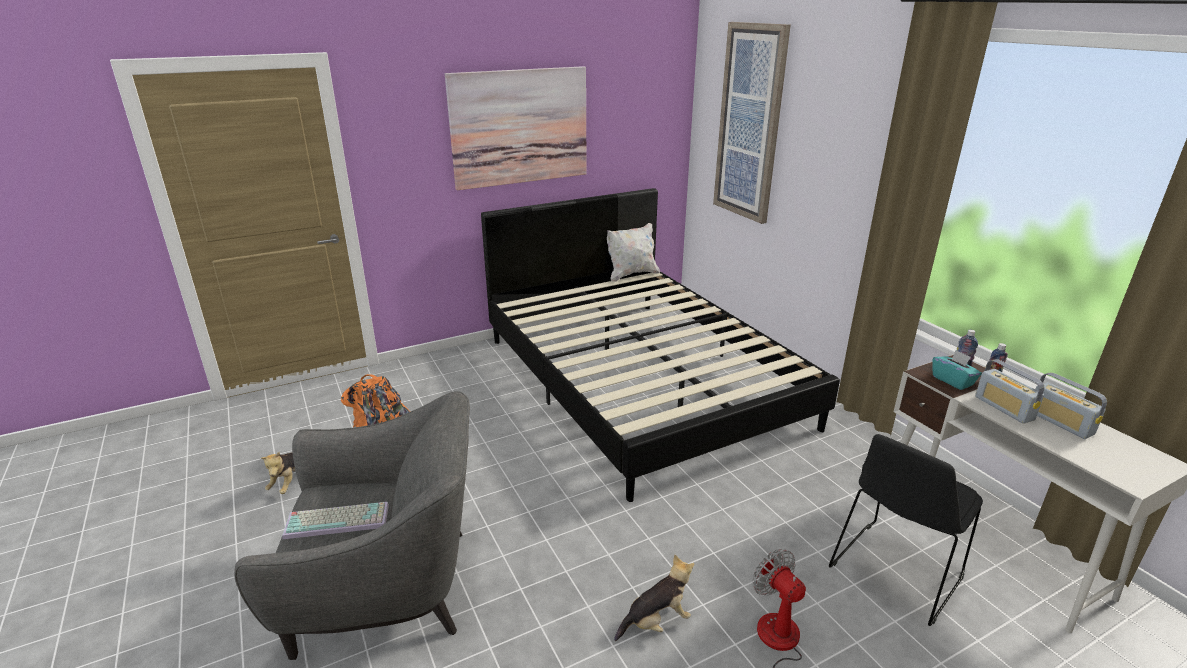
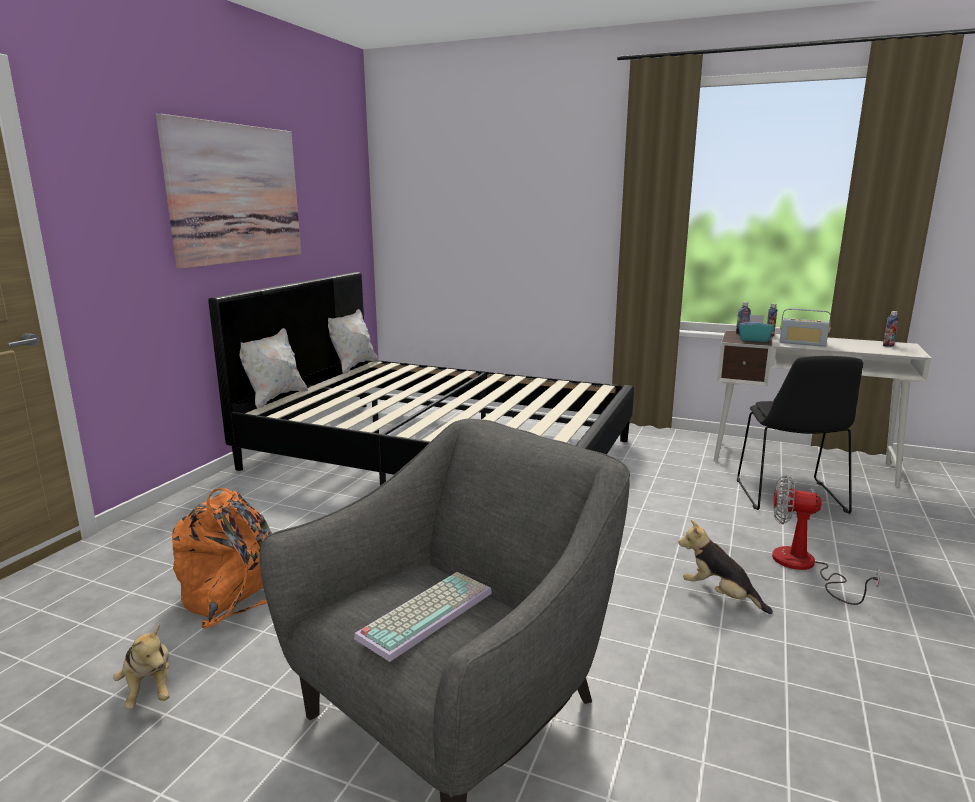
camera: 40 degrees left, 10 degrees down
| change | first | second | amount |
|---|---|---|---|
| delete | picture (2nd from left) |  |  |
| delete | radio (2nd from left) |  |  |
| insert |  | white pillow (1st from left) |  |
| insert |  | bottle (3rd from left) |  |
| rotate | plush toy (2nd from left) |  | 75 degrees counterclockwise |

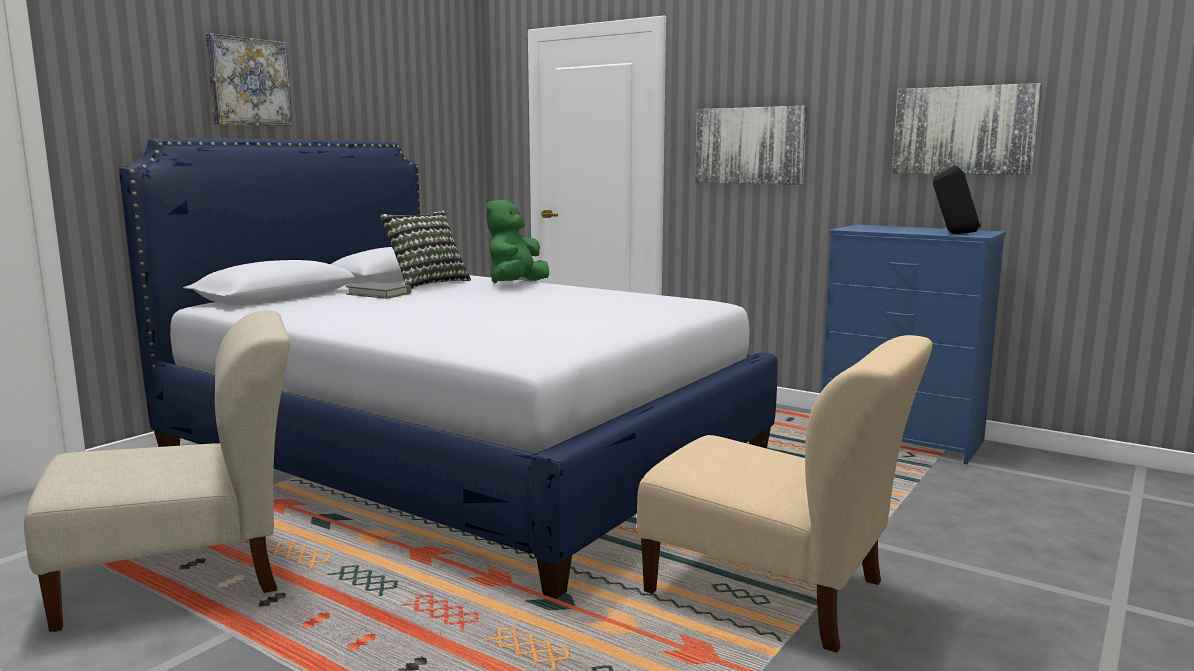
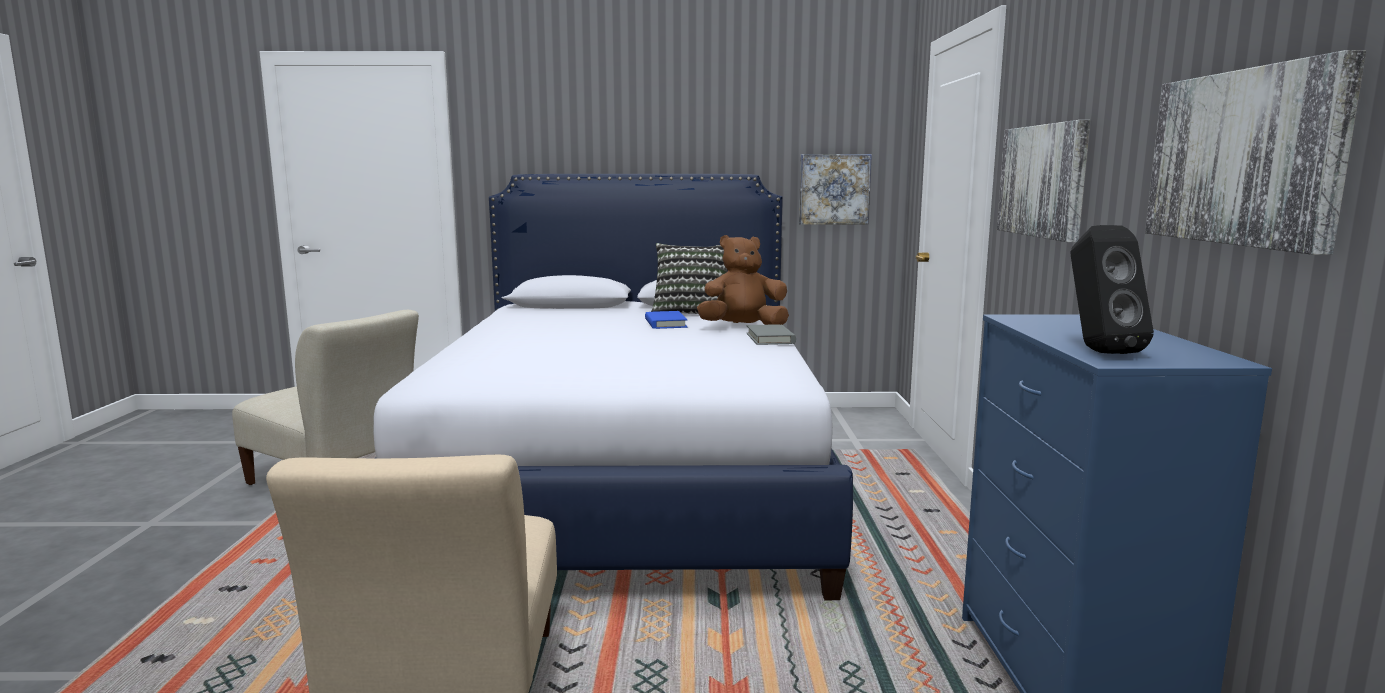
camera: 55 degrees right, 0 degrees up
| change | first | second | amount |
|---|---|---|---|
| insert |  | blue book |  |
| move | picture (1st from left) |  |  |
| move | grey book |  |  |
| recolor | green plush toy | brown plush toy |  |

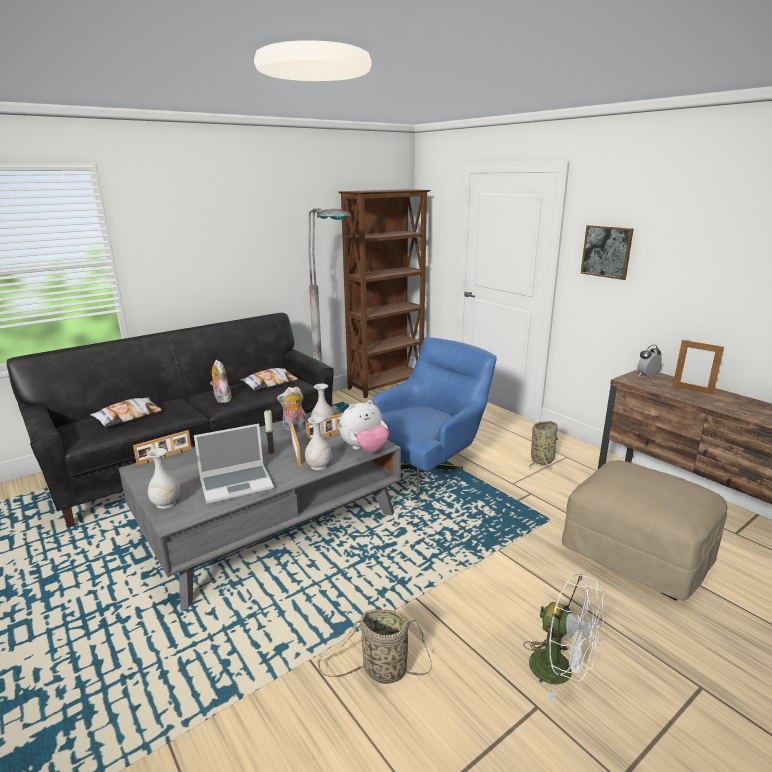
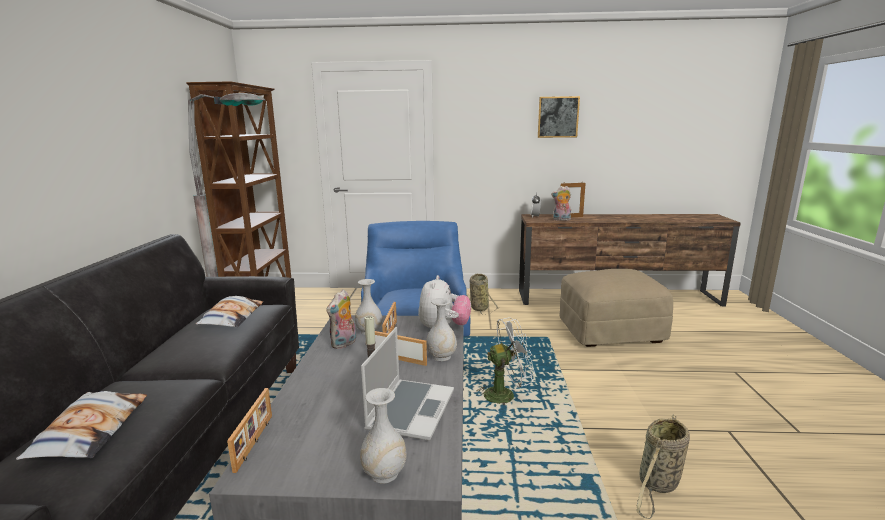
camera: 50 degrees left, 5 degrees down
| change | first | second | amount |
|---|---|---|---|
| move | plush toy (1st from left in the first image) | plush toy (3rd from left) |  |
| move | white fan |  |  |
| move | picture |  |  |

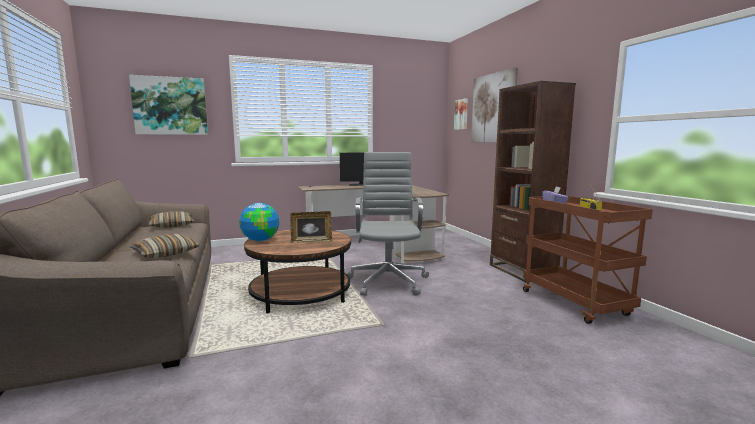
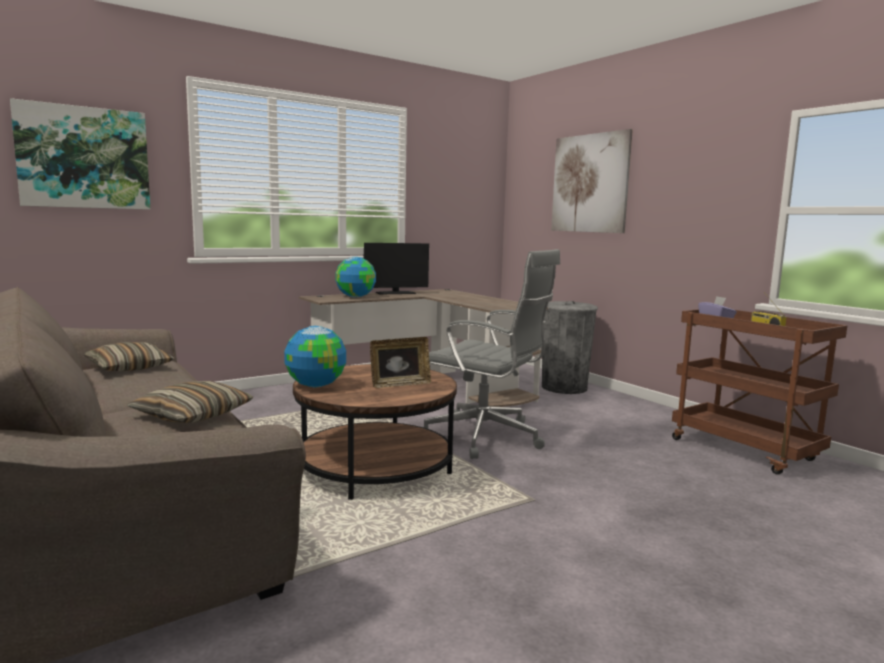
camera: 15 degrees left, 0 degrees up
| change | first | second | amount |
|---|---|---|---|
| delete | picture (2nd from left) |  |  |
| delete | brown bookcase |  |  |
| insert |  | globe (2nd from left) |  |
| insert |  | grey trash can |  |
| rotate | grey office chair |  | 135 degrees clockwise |

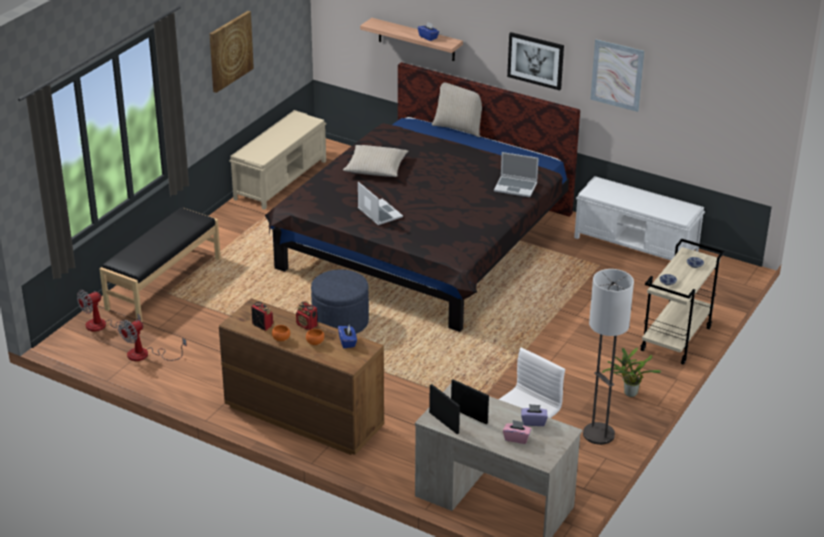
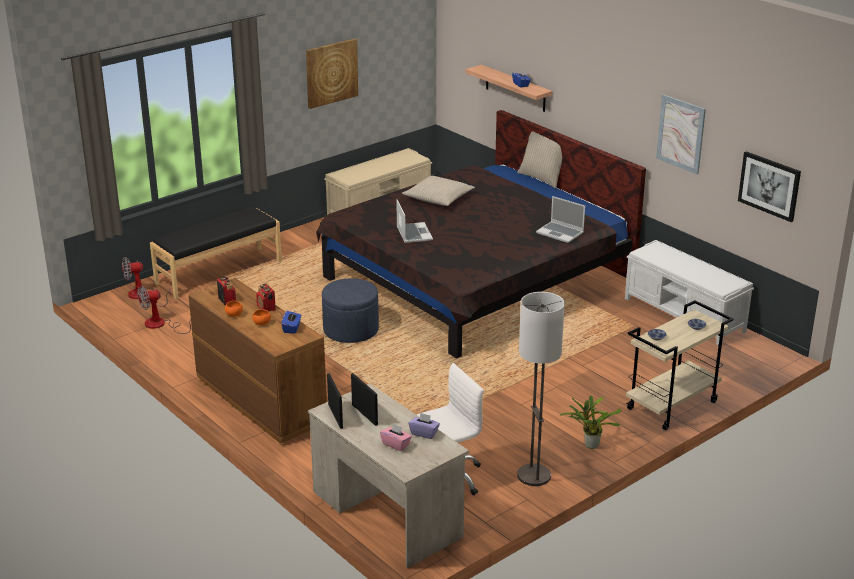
camera: 20 degrees right, 5 degrees down
| change | first | second | amount |
|---|---|---|---|
| move | picture (2nd from left in the first image) | picture (3rd from left) |  |

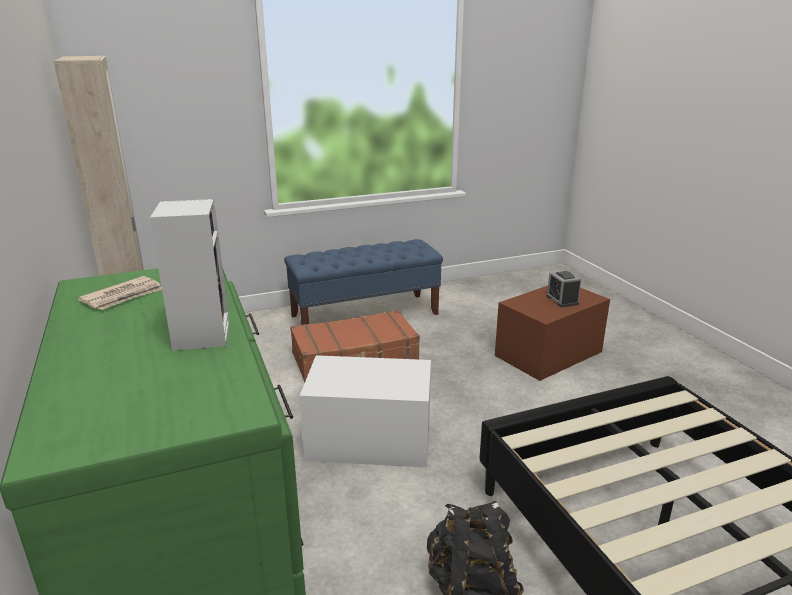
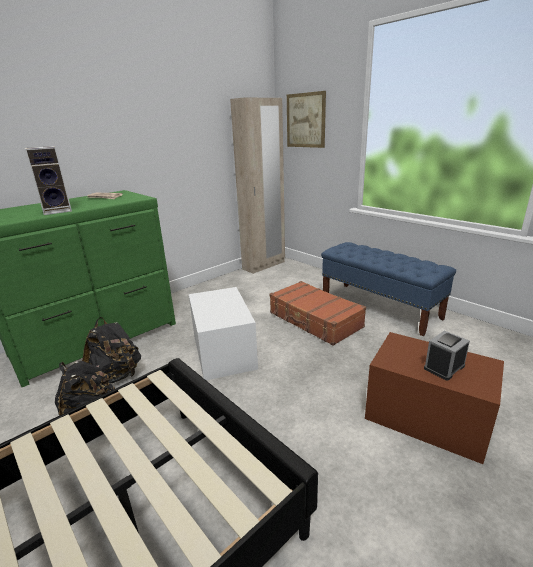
camera: 70 degrees right, 0 degrees up
| change | first | second | amount |
|---|---|---|---|
| insert |  | black backpack (2nd from left) |  |
| insert |  | picture |  |

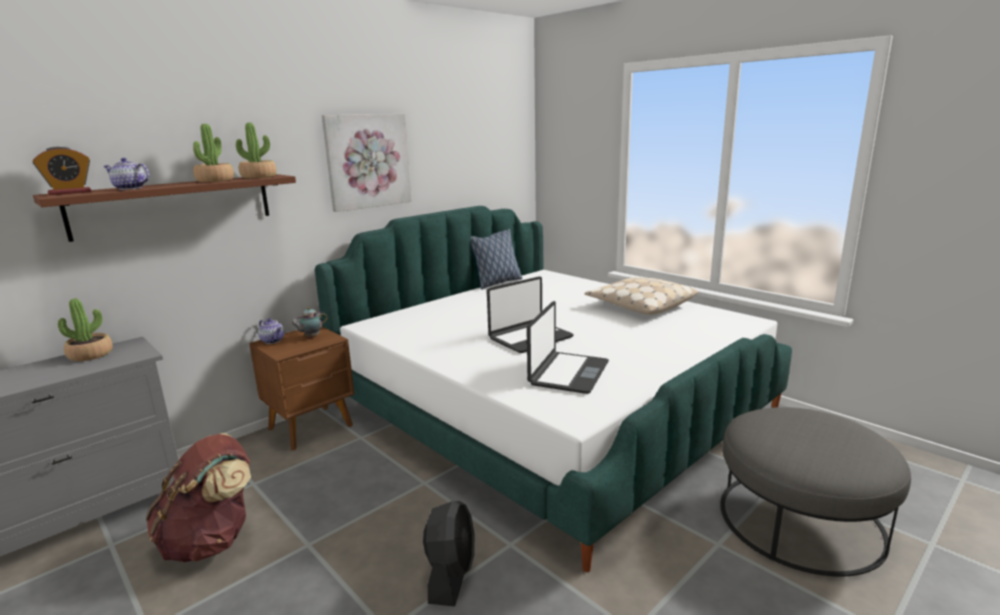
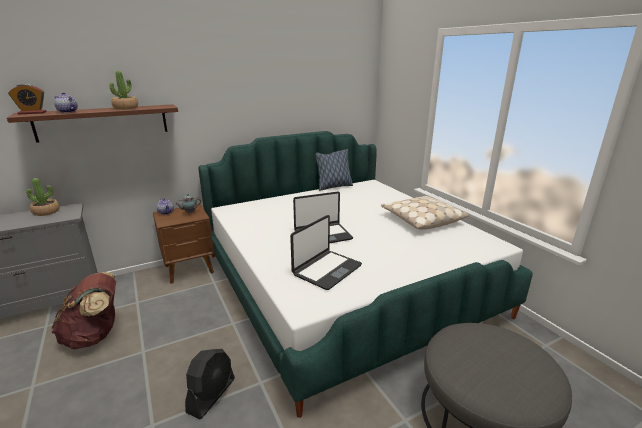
camera: 15 degrees right, 5 degrees up
| change | first | second | amount |
|---|---|---|---|
| delete | potted plant (3rd from left) |  |  |
| delete | picture |  |  |

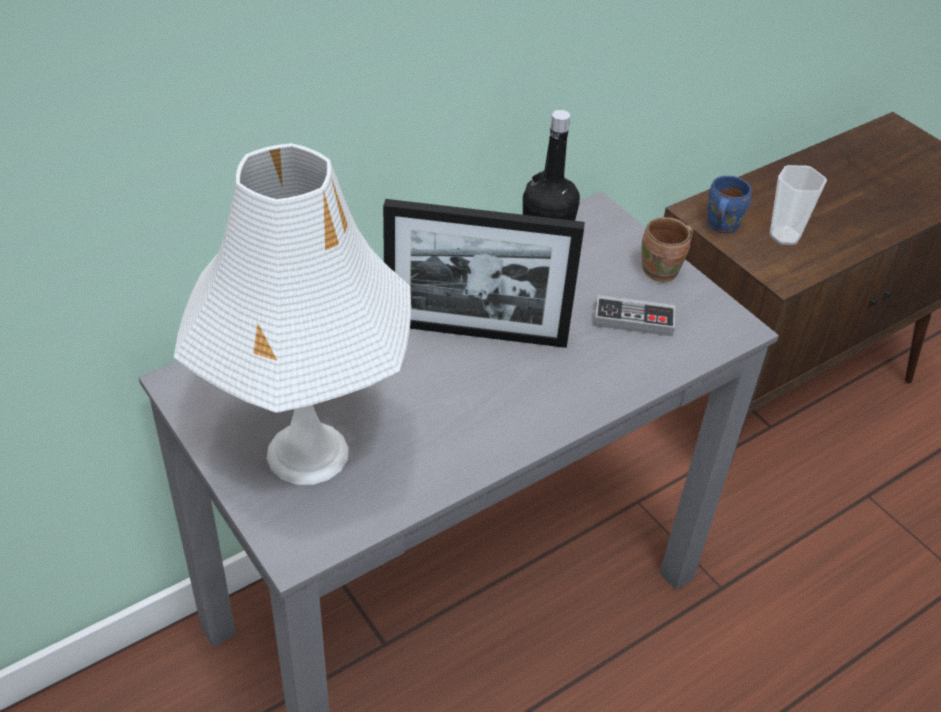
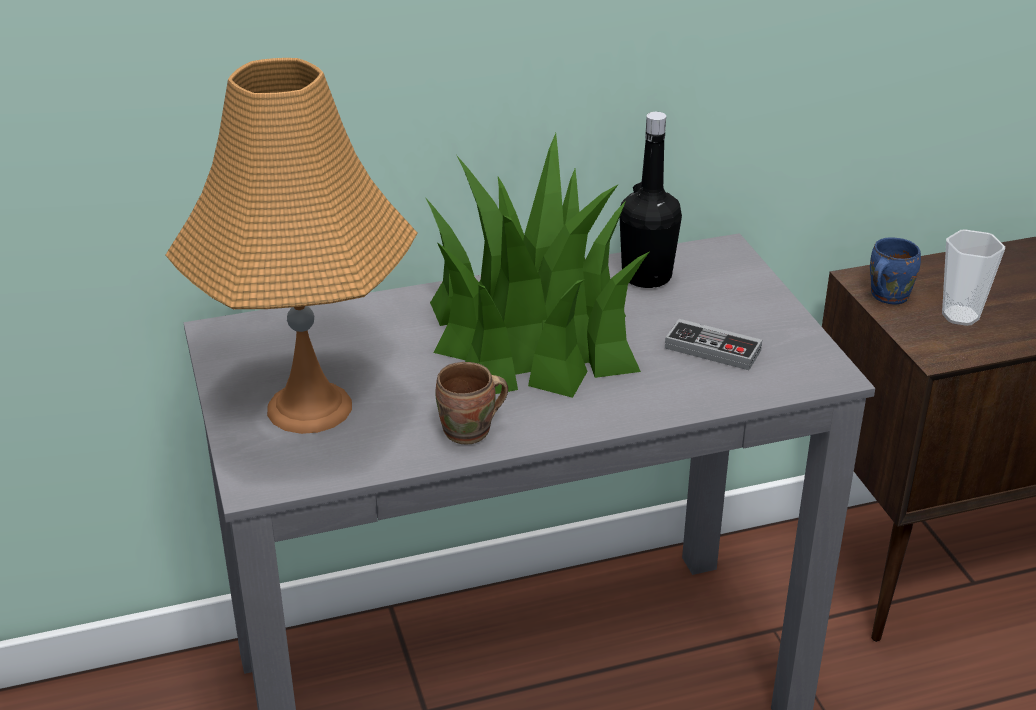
camera: 20 degrees right, 10 degrees down
| change | first | second | amount |
|---|---|---|---|
| move | brown mug |  |  |
| replace | picture frame | potted plant |  |
| recolor | white table lamp | orange table lamp |  |

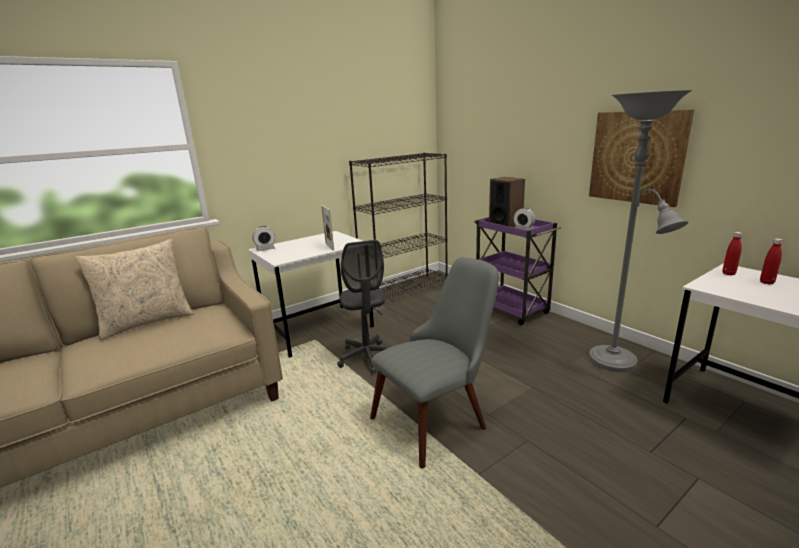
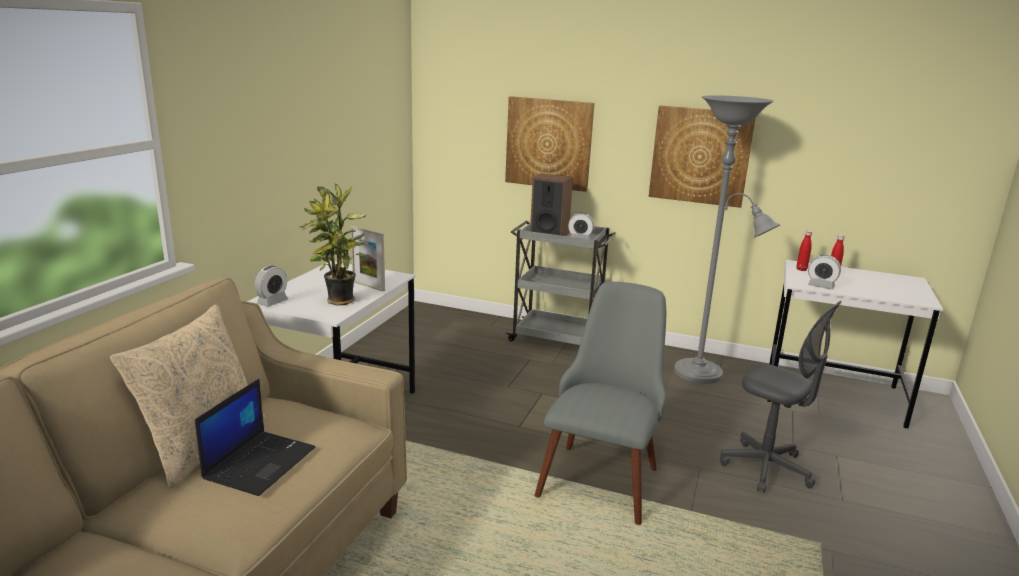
camera: 35 degrees left, 0 degrees up
| change | first | second | amount |
|---|---|---|---|
| delete | black bookcase |  |  |
| insert |  | laptop |  |
| insert |  | potted plant |  |
| insert |  | picture (1st from left) |  |
| insert |  | alarm clock (3rd from left) |  |
| move | grey office chair |  |  |
| recolor | purple cart | grey cart |  |

